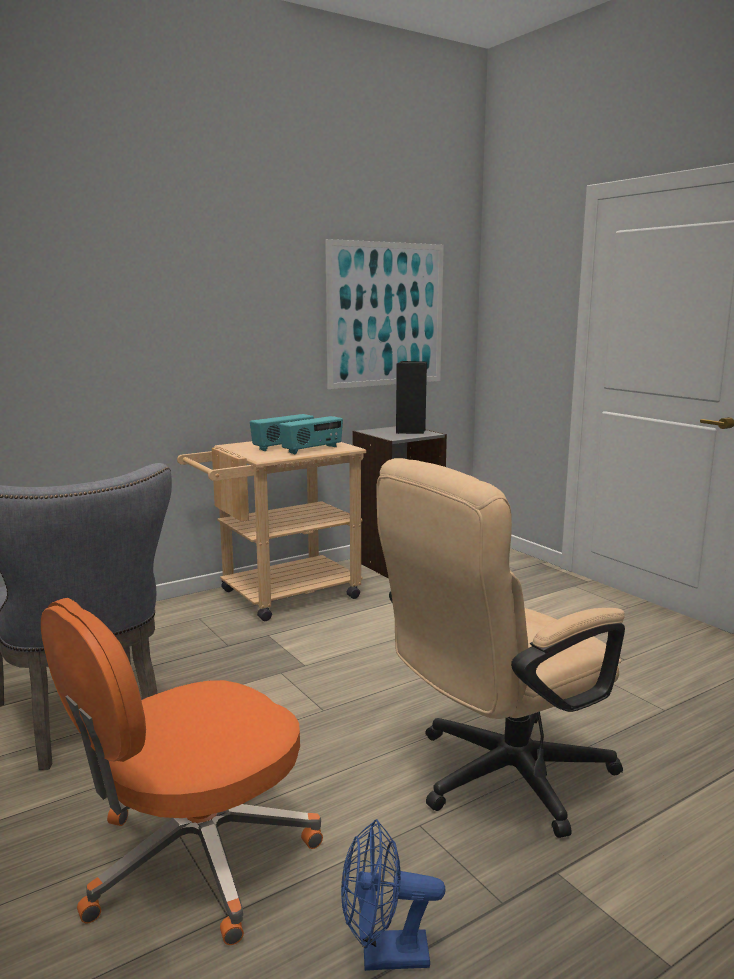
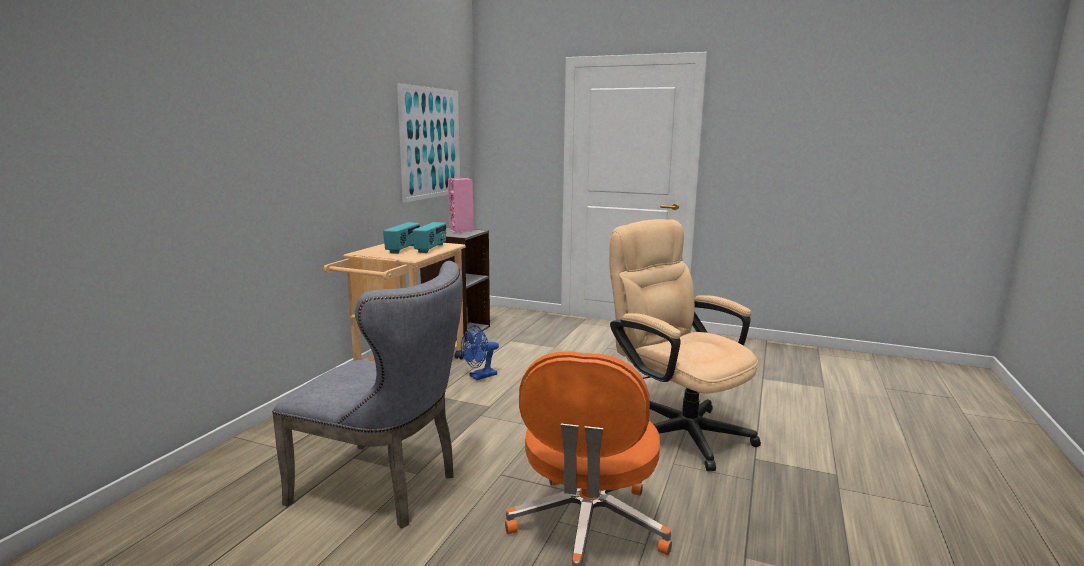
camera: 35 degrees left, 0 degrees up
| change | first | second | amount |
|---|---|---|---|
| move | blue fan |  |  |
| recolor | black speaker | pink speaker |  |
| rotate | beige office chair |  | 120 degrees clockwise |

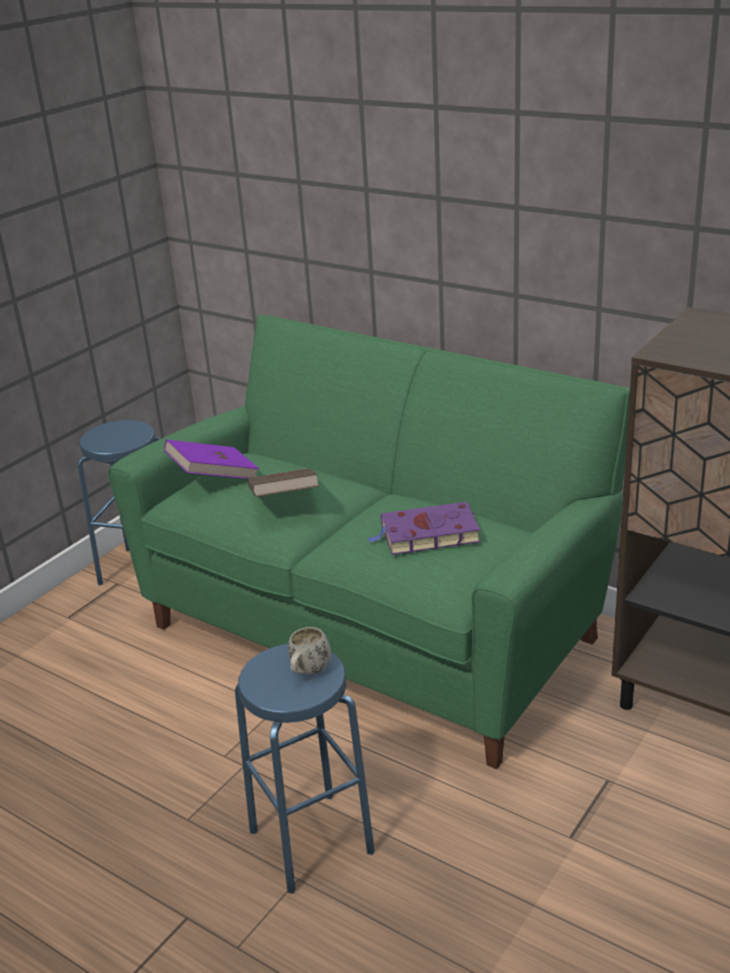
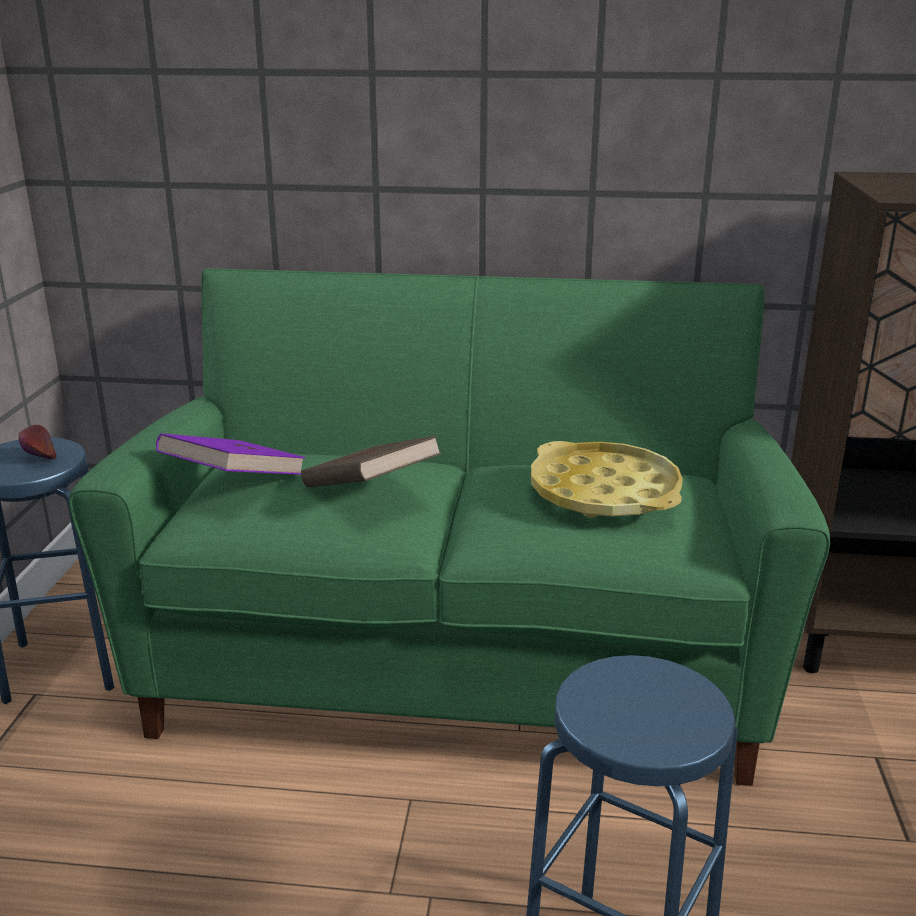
camera: 30 degrees left, 5 degrees down
| change | first | second | amount |
|---|---|---|---|
| delete | white mug |  |  |
| insert |  | apple |  |
| replace | purple book (2nd from left) | yellow tray |  |

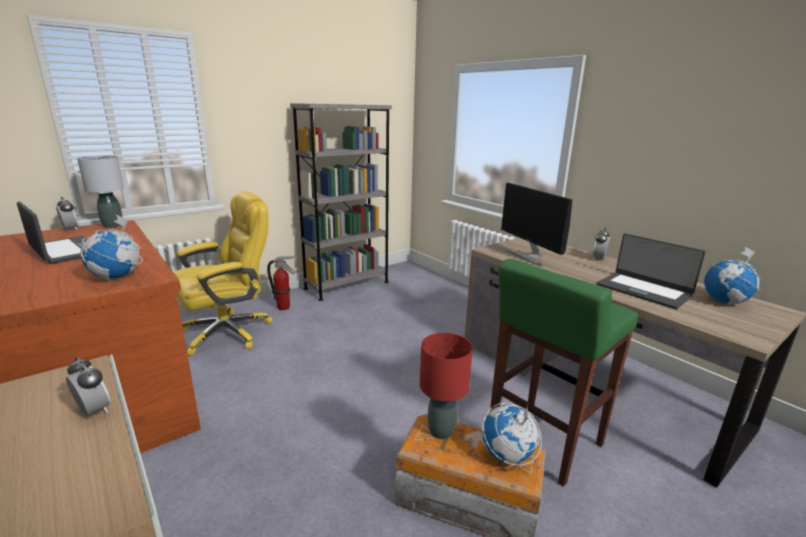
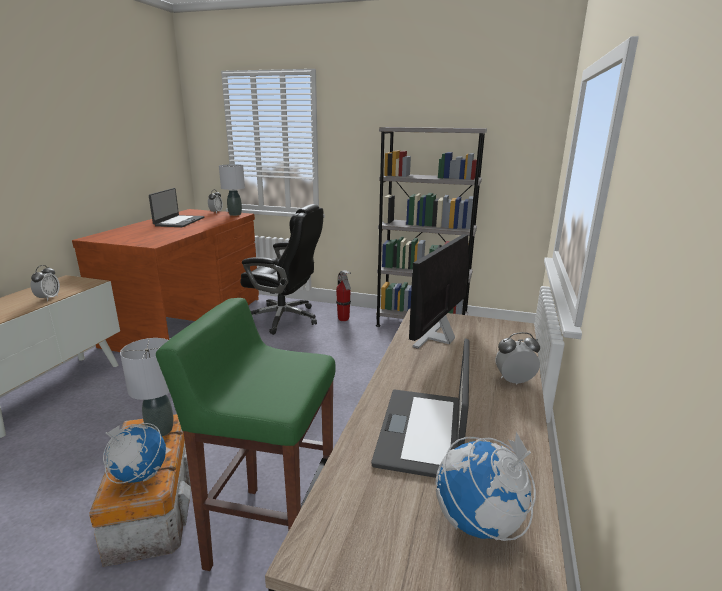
camera: 55 degrees right, 0 degrees up
| change | first | second | amount |
|---|---|---|---|
| delete | globe (1st from left) |  |  |
| recolor | yellow office chair | black office chair |  |
| recolor | red table lamp | grey table lamp (1st from left) |  |

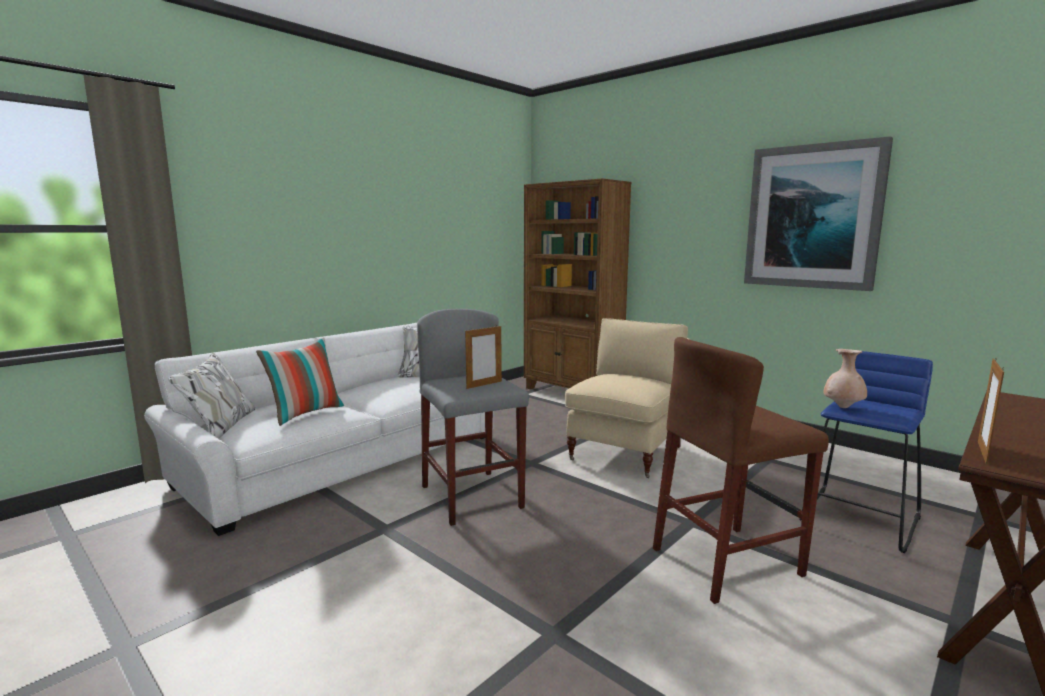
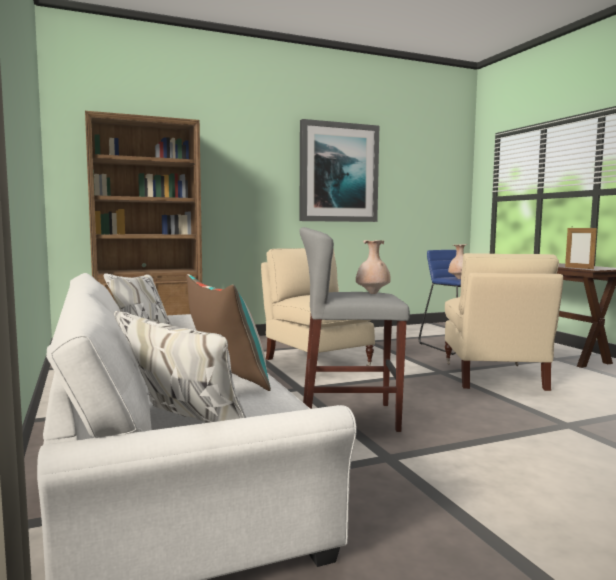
camera: 65 degrees left, 5 degrees down
| change | first | second | amount |
|---|---|---|---|
| replace | picture frame (1st from left) | beige vase (1st from left) |  |
| replace | brown stool | beige armchair (2nd from left) |  |

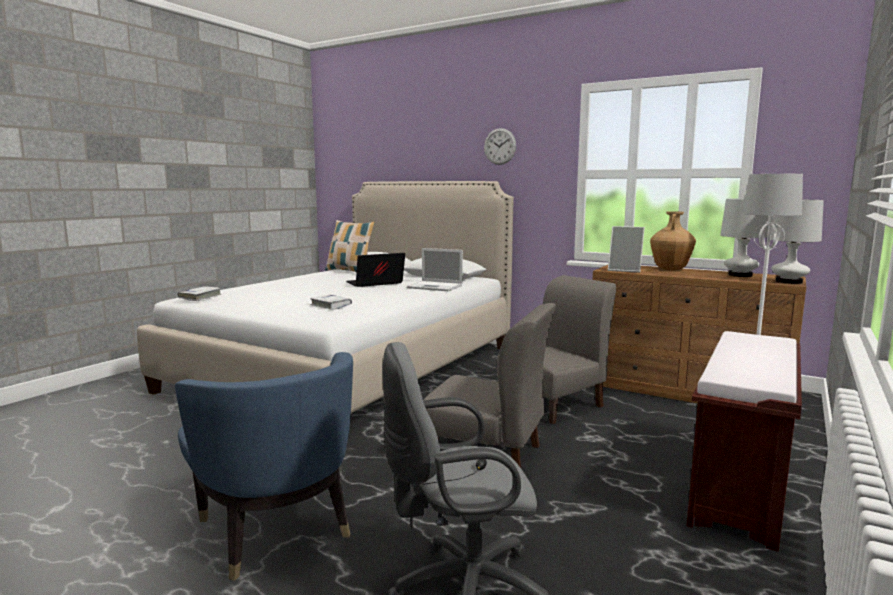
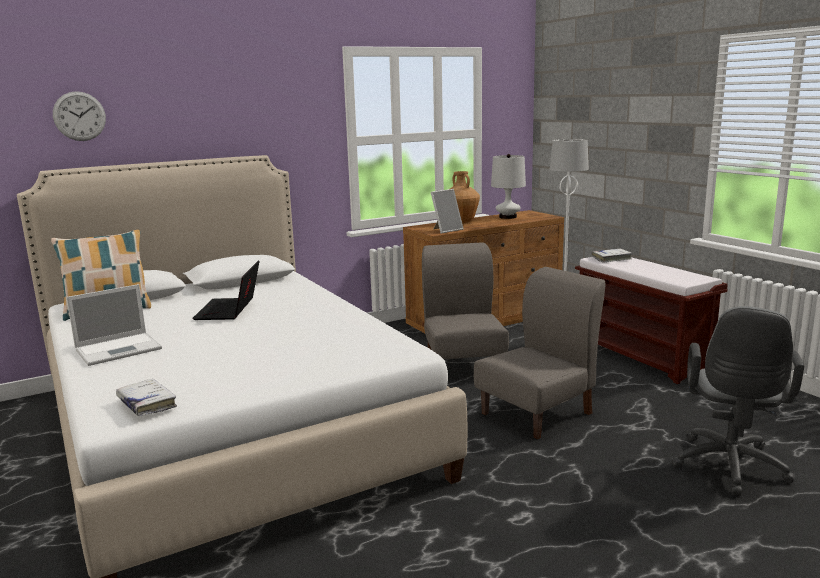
camera: 60 degrees left, 5 degrees up
| change | first | second | amount |
|---|---|---|---|
| delete | blue armchair |  |  |
| delete | white table lamp (2nd from left) |  |  |
| move | white book (2nd from left) |  |  |
| move | laptop (2nd from left in the first image) | laptop (1st from left) |  |
| move | wall clock |  |  |

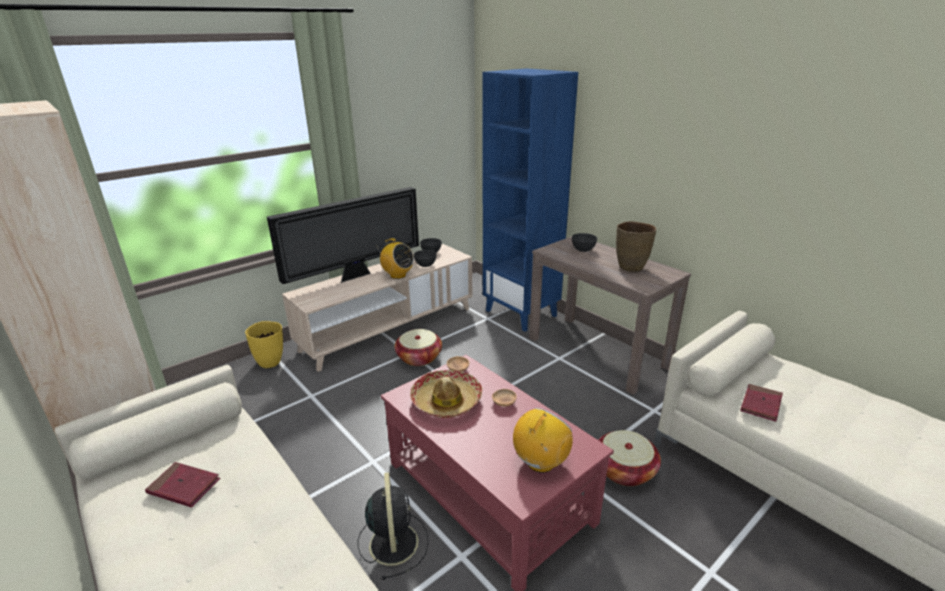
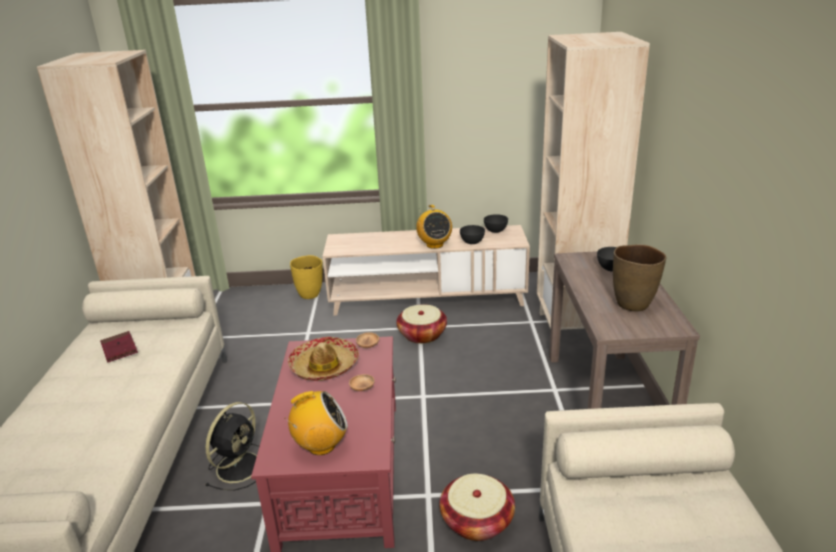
camera: 40 degrees right, 0 degrees up
| change | first | second | amount |
|---|---|---|---|
| delete | television |  |  |
| delete | red book (2nd from left) |  |  |
| recolor | blue bookcase | beige bookcase (2nd from left) |  |

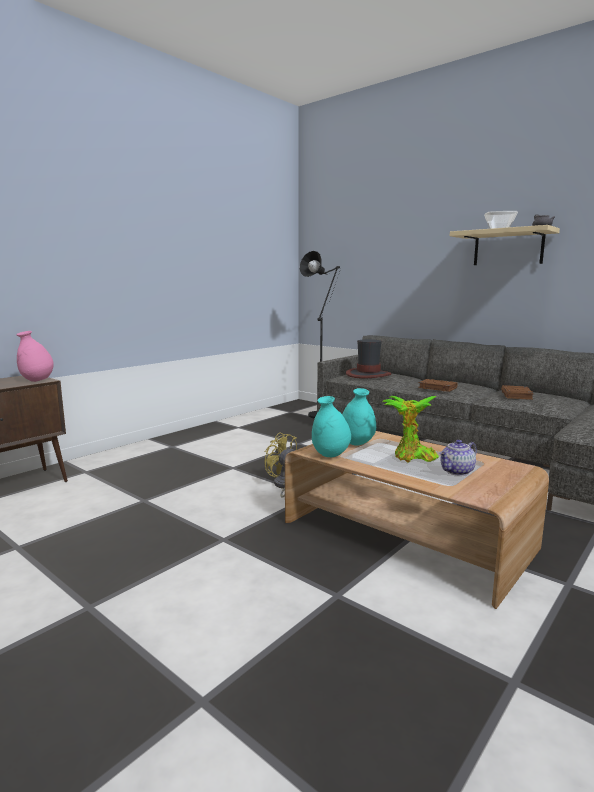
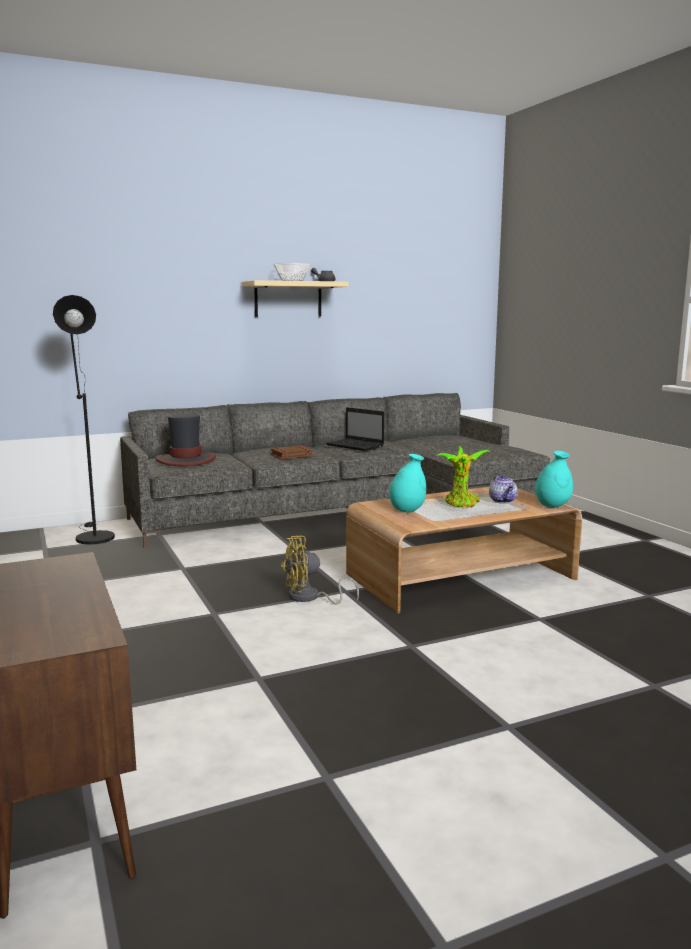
camera: 65 degrees left, 0 degrees up
| change | first | second | amount |
|---|---|---|---|
| delete | pink vase |  |  |
| move | turquoise vase (1st from left in the first image) | turquoise vase (2nd from left) |  |
| replace | brown book (2nd from left) | laptop |  |

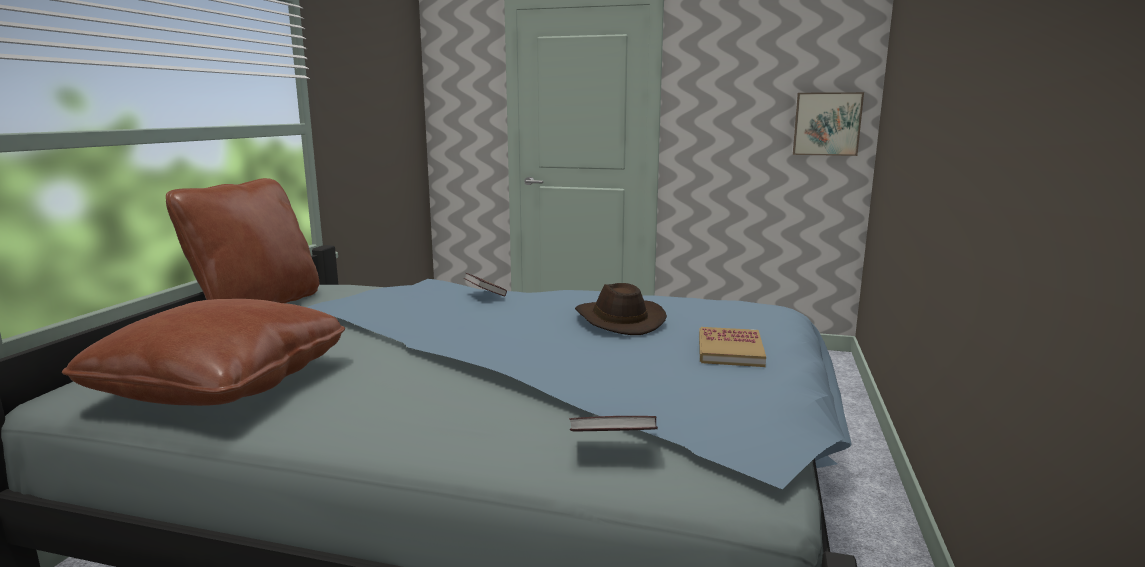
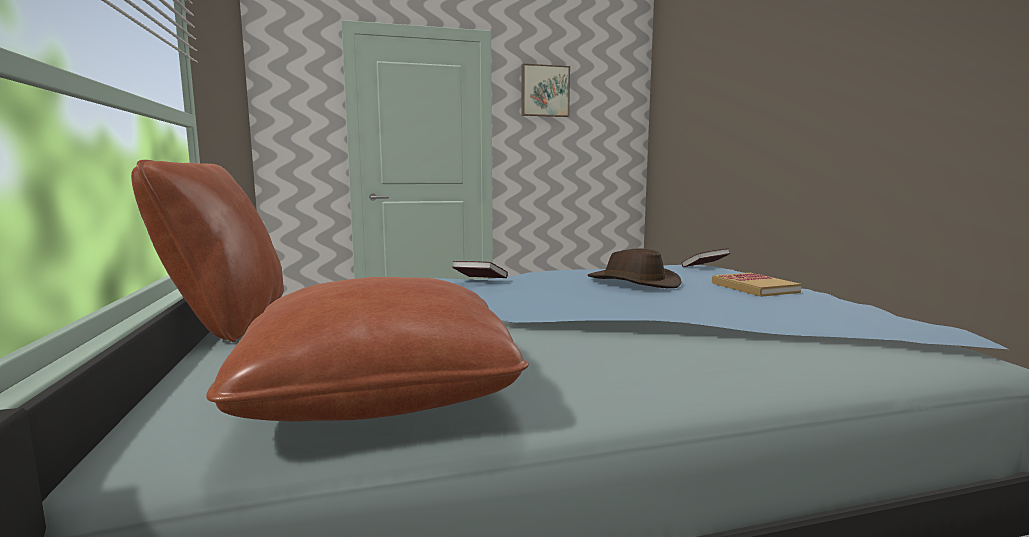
camera: 30 degrees left, 5 degrees down
| change | first | second | amount |
|---|---|---|---|
| move | book (2nd from left) |  |  |
| move | picture |  |  |

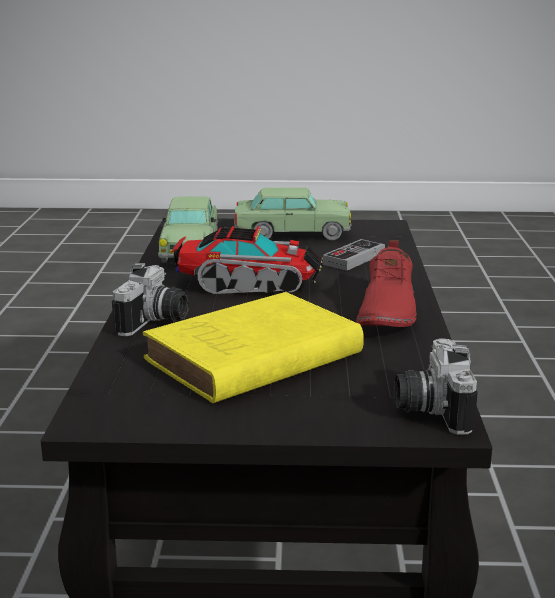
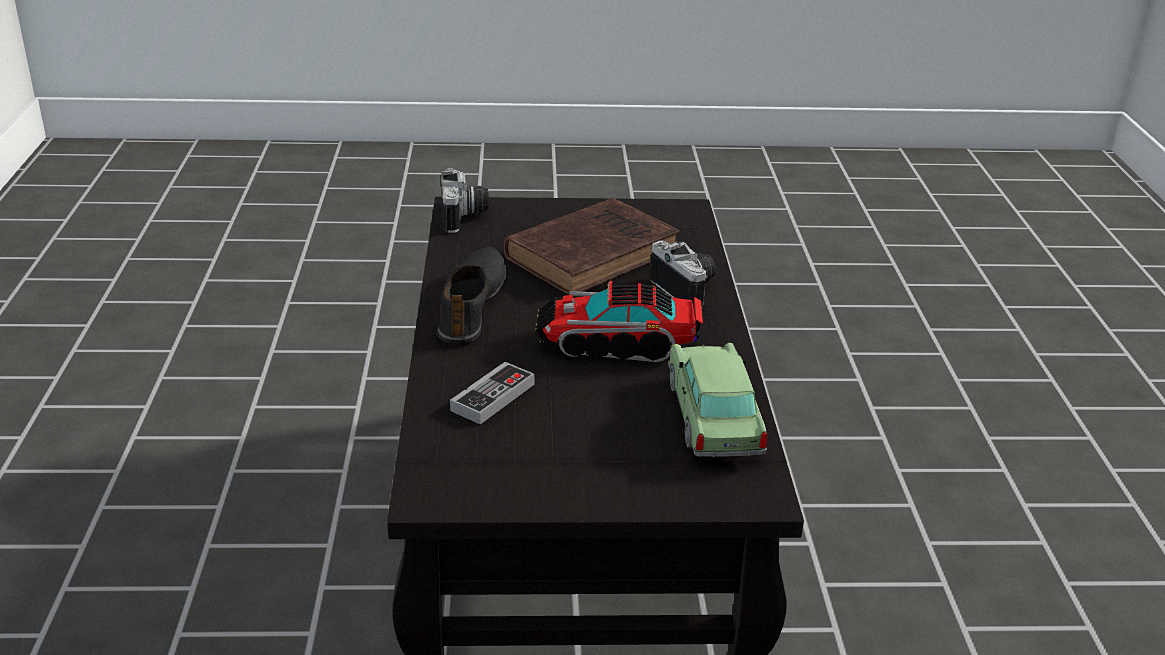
camera: 175 degrees right, 10 degrees up
| change | first | second | amount |
|---|---|---|---|
| delete | toy car (2nd from left) |  |  |
| recolor | yellow book | brown book |  |
| recolor | red shoe | black shoe |  |
| rotate | photo camera (1st from left in the first image) | photo camera (2nd from left) | 135 degrees clockwise |

